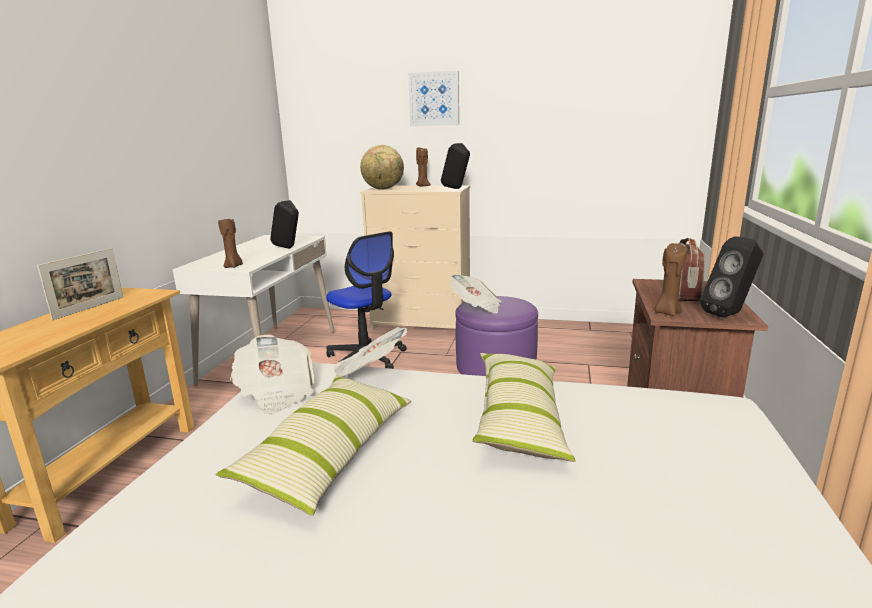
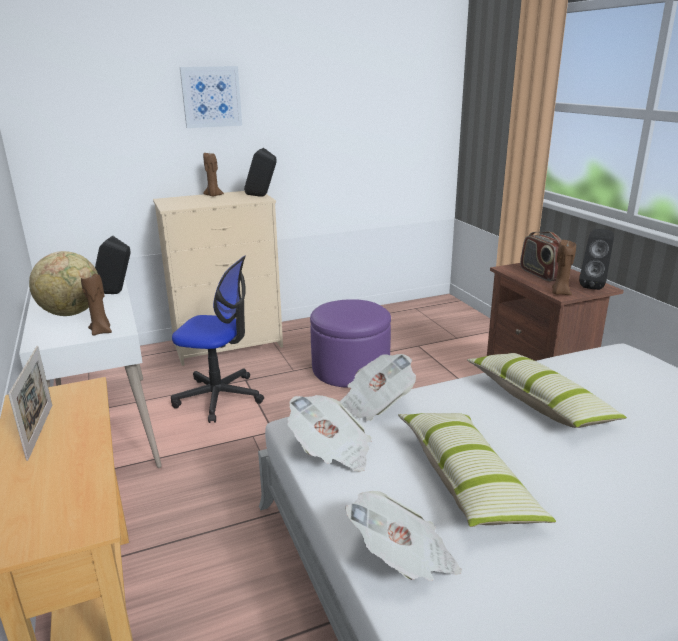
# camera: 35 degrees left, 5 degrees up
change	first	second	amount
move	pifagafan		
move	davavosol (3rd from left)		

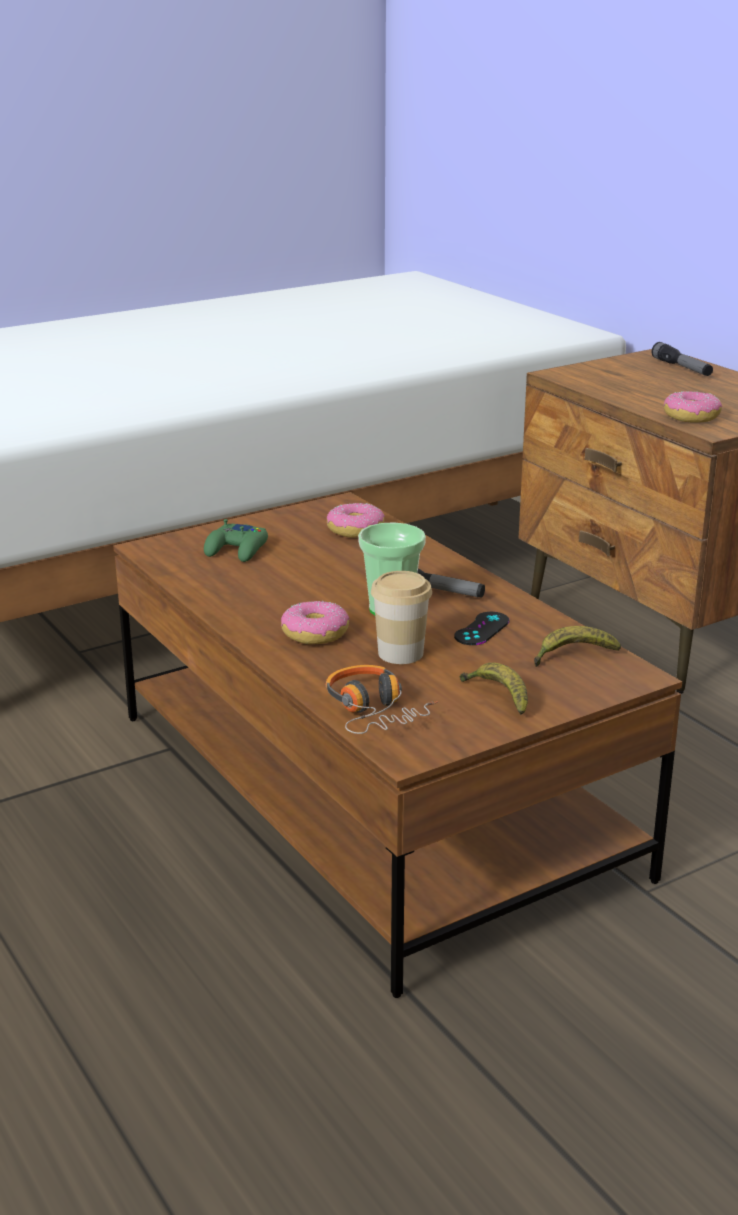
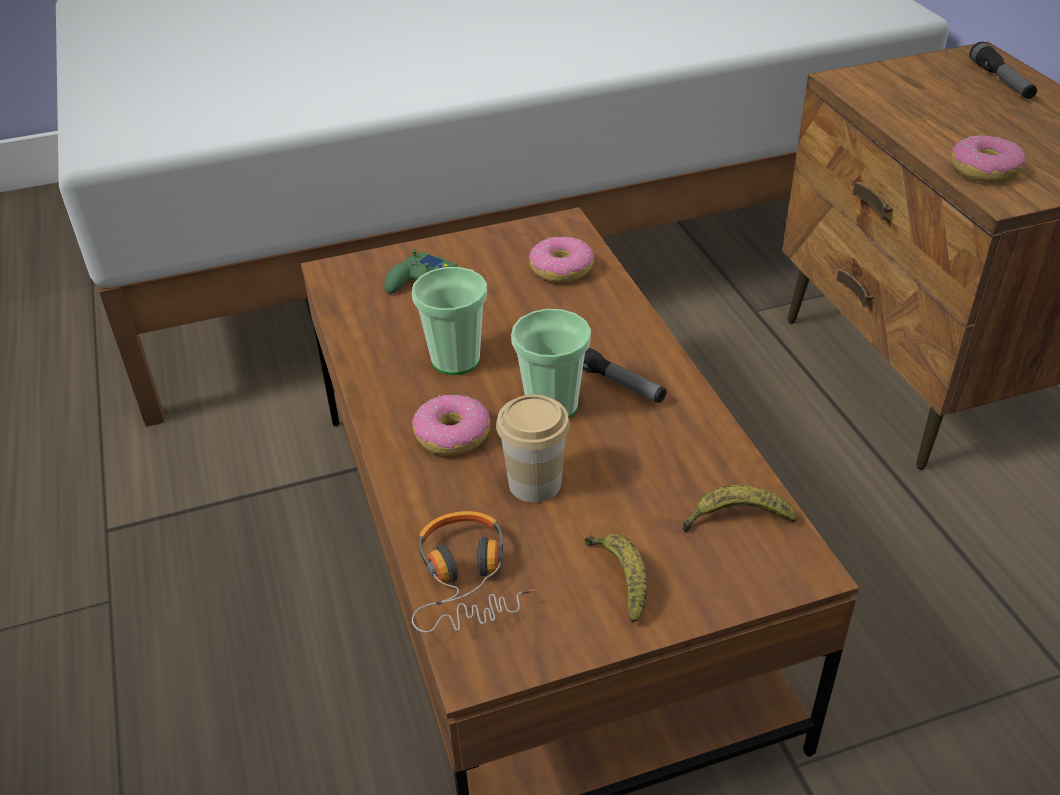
# camera: 15 degrees right, 15 degrees up
change	first	second	amount
insert		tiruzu (1st from left)	
delete	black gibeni		

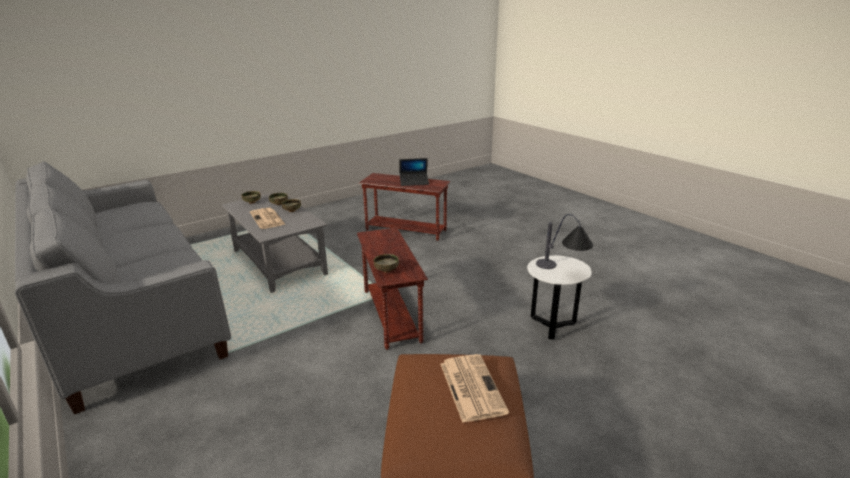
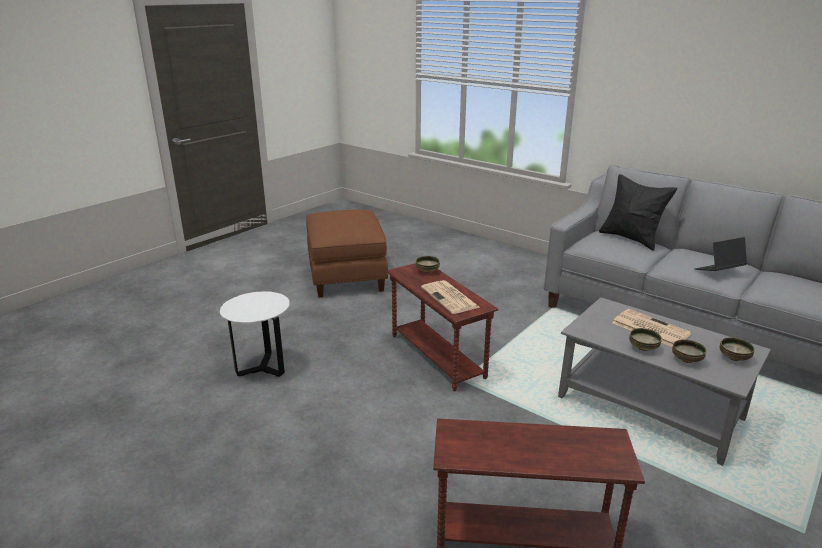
# camera: 165 degrees right, 0 degrees up
change	first	second	amount
move	davavosol (2nd from left in the first image)	davavosol (1st from left)	
insert		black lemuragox	
move	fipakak		
delete	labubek		

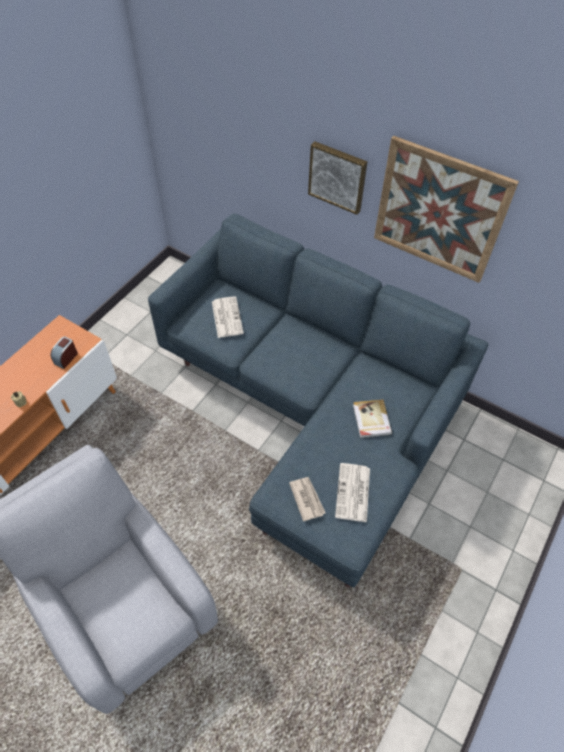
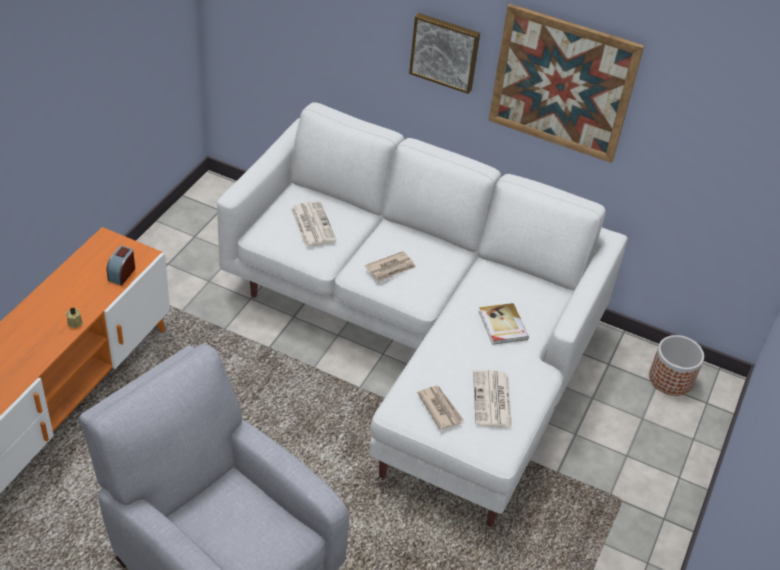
# camera: 10 degrees left, 10 degrees down
change	first	second	amount
recolor	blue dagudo	white dagudo	
insert		davavosol (2nd from left)	
insert		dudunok	

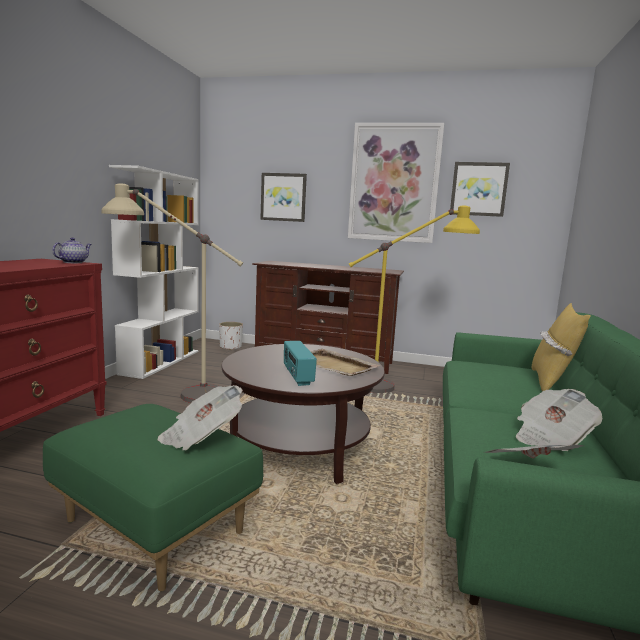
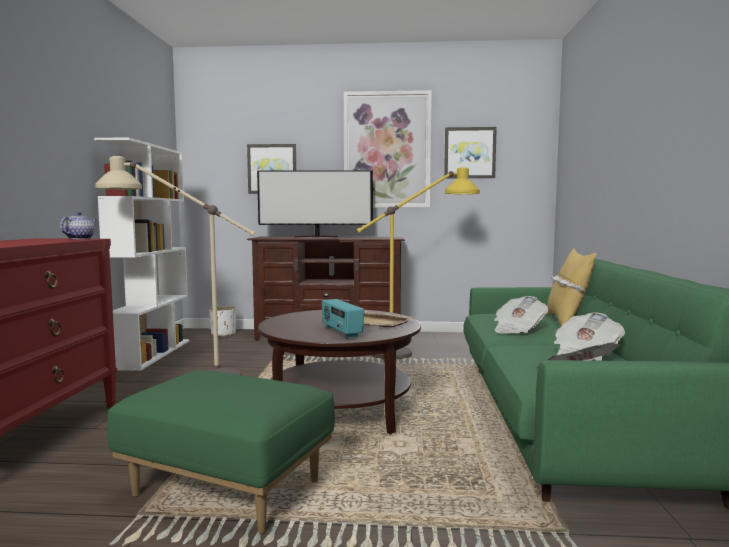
# camera: 10 degrees left, 5 degrees down
change	first	second	amount
insert		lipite	
move	davavosol (1st from left)		

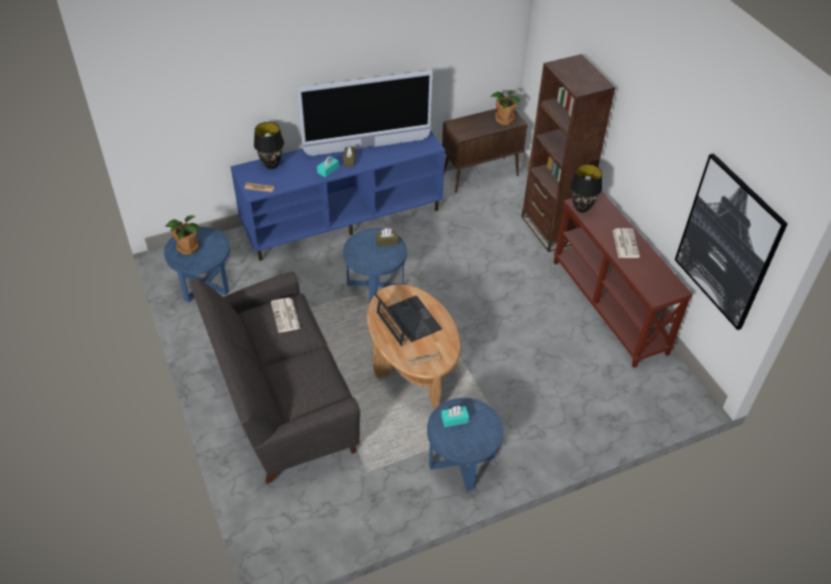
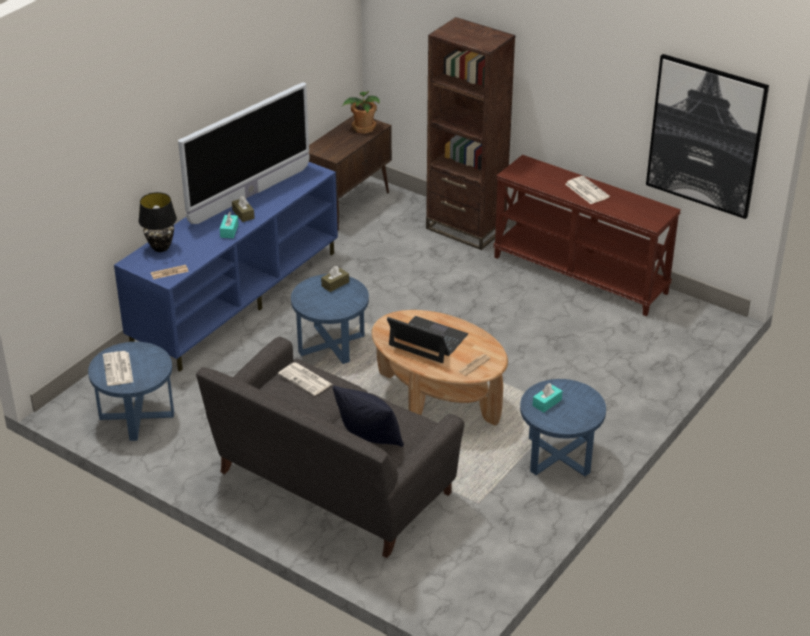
# camera: 30 degrees left, 10 degrees down
change	first	second	amount
replace	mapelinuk (1st from left)	davavosol (1st from left)	
insert		black lemuragox	
delete	black labubek (2nd from left)		

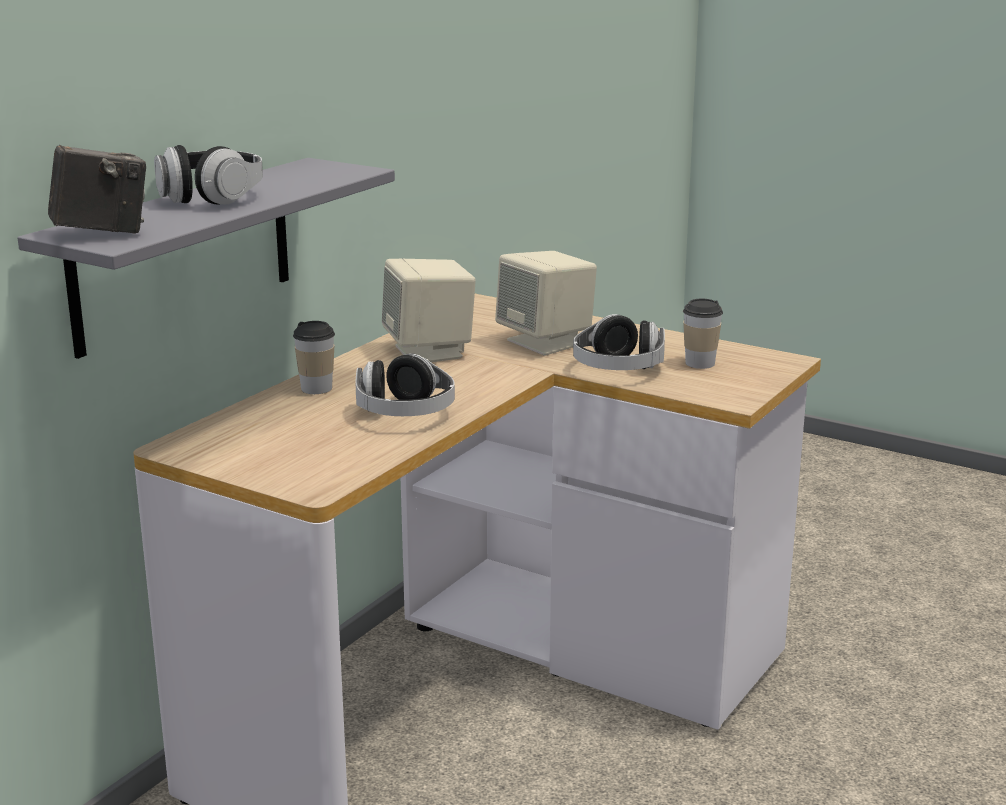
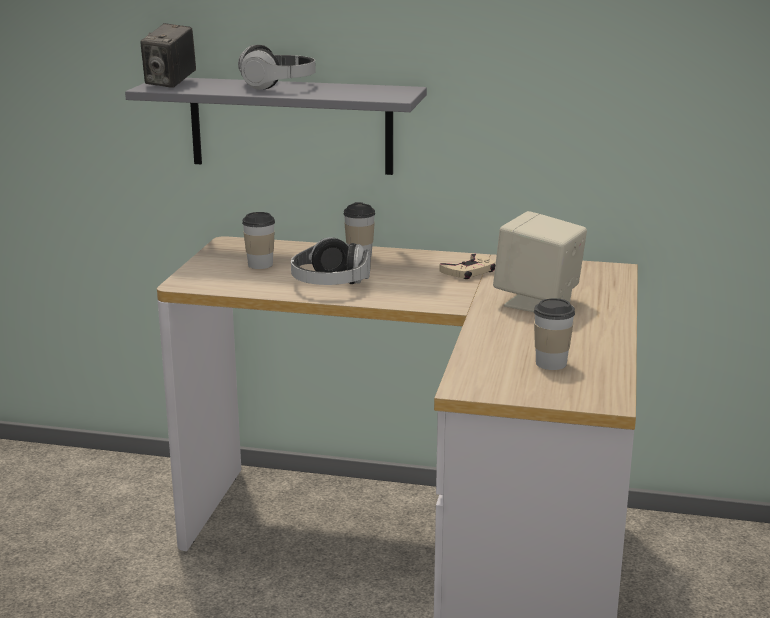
# camera: 70 degrees right, 0 degrees up
change	first	second	amount
rotate	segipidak		60 degrees clockwise
insert		tiruzu (1st from left)	
replace	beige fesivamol (1st from left)	beige gibeni	
delete	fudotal (3rd from left)		

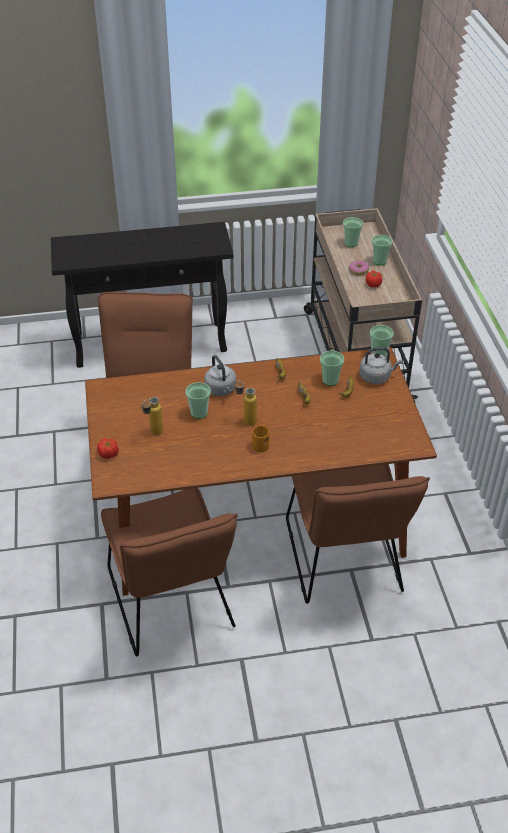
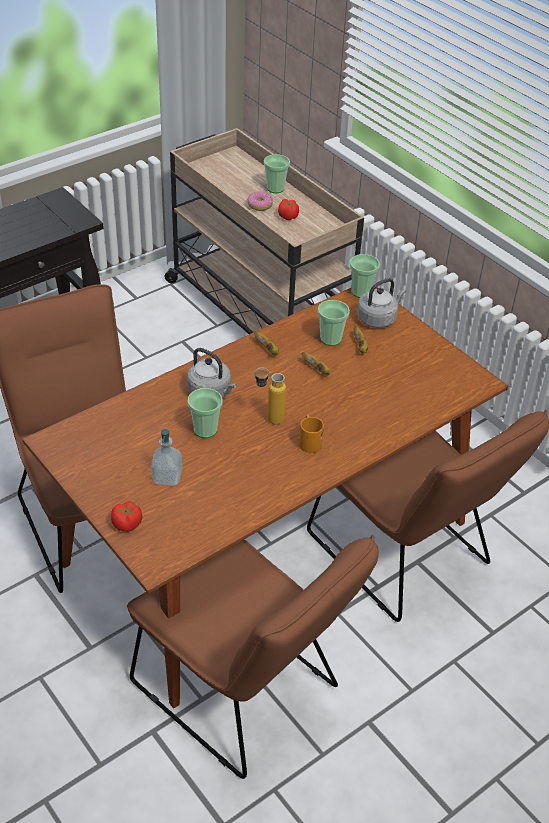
# camera: 30 degrees left, 0 degrees up
change	first	second	amount
replace	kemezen (1st from left)	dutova	
delete	tiruzu (3rd from left)		

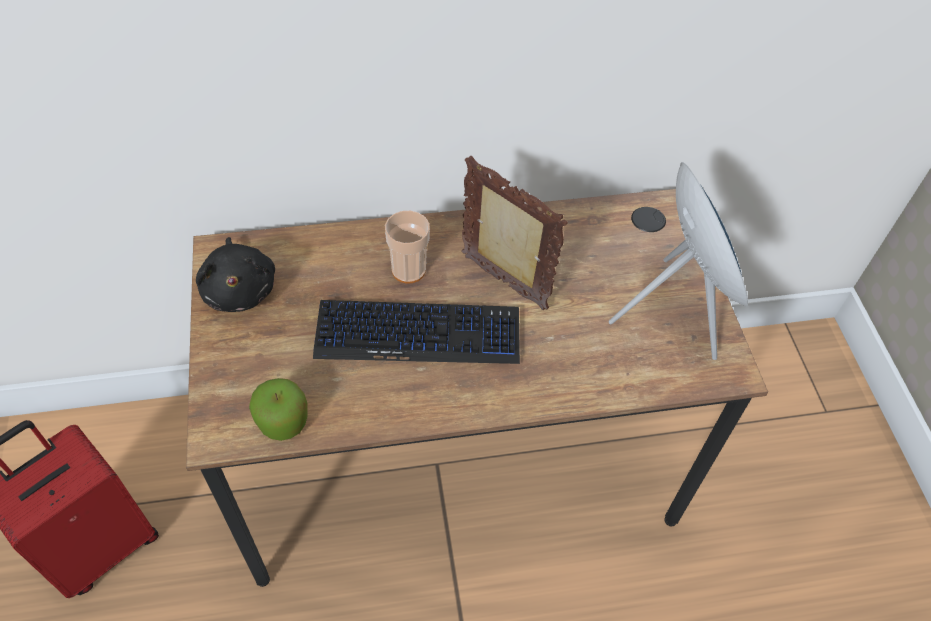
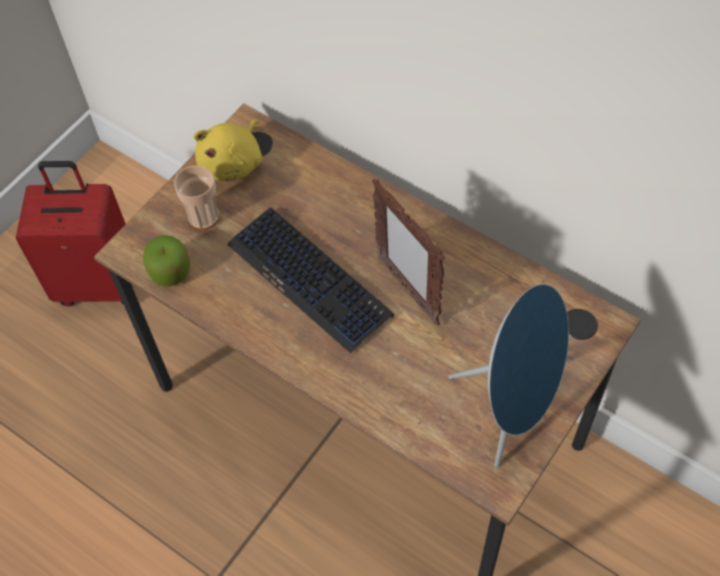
# camera: 50 degrees right, 5 degrees up
change	first	second	amount
move	tiruzu		
recolor	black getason	yellow getason	
rotate	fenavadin		150 degrees clockwise

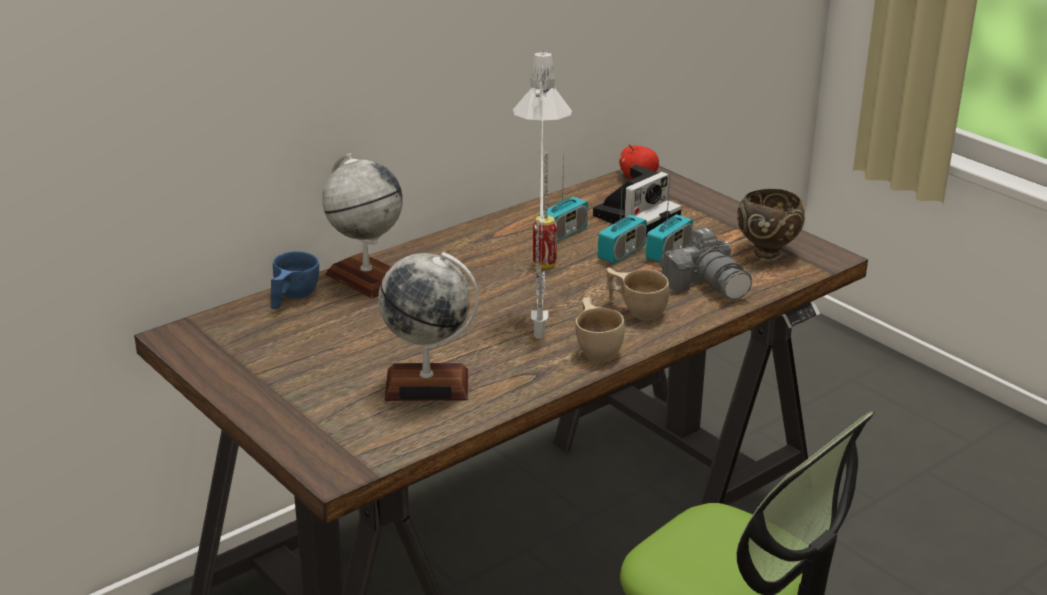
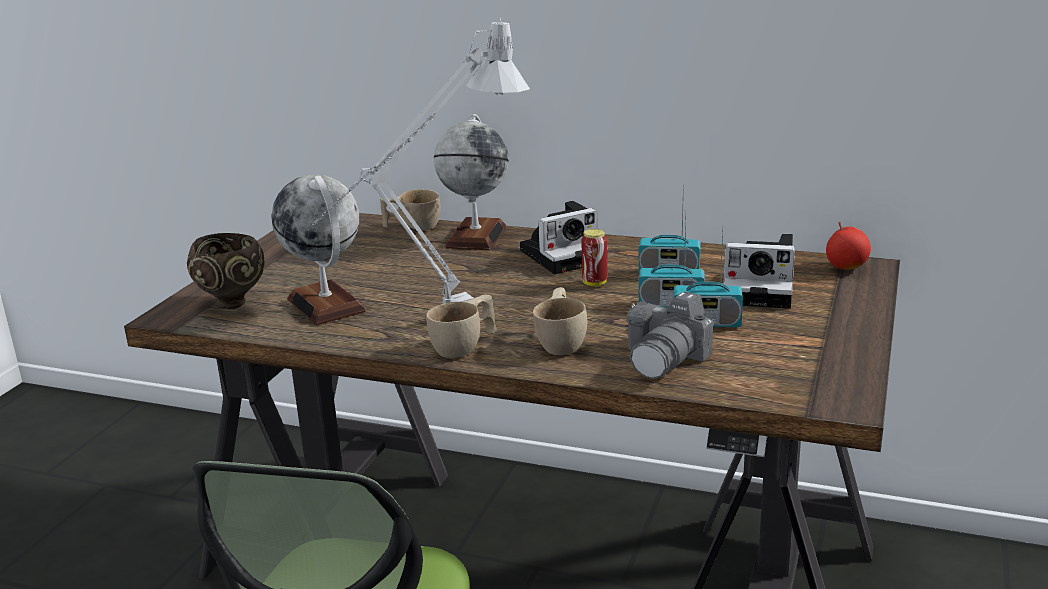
# camera: 60 degrees right, 5 degrees down
change	first	second	amount
move	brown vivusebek		
recolor	blue tiruzu	beige tiruzu (1st from left)	
insert		segipidak (1st from left)	

